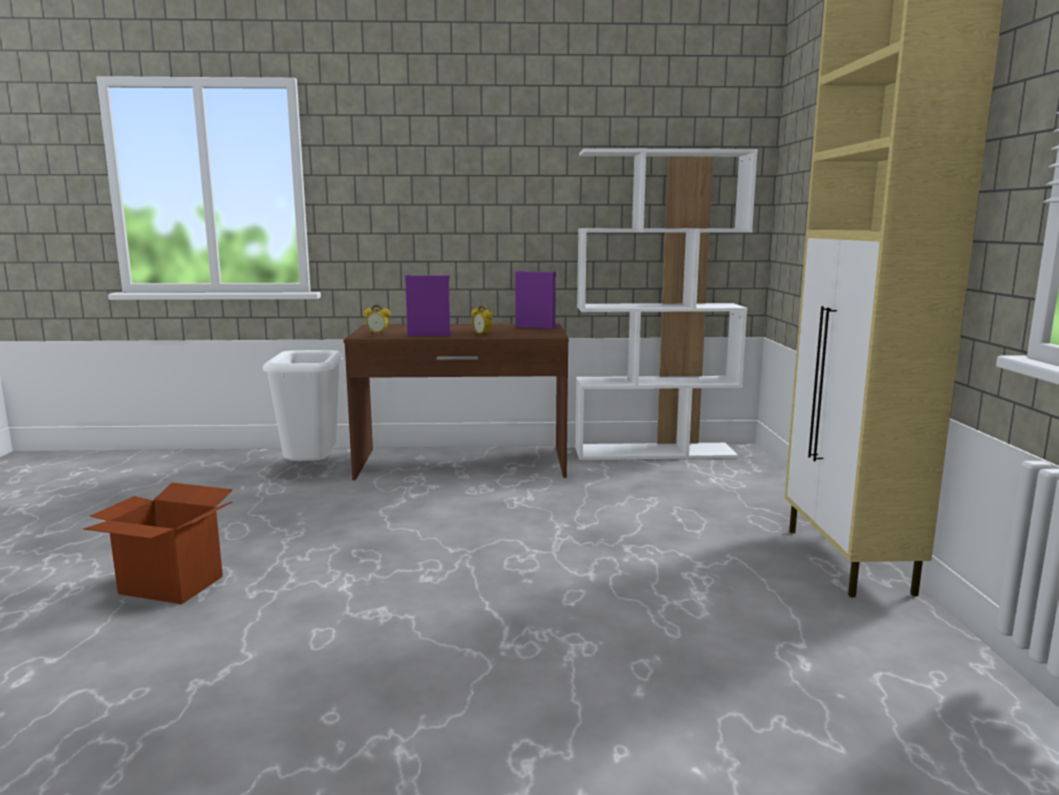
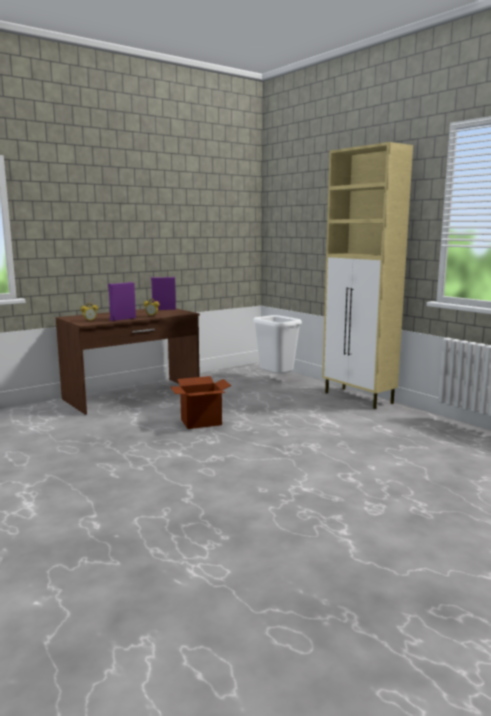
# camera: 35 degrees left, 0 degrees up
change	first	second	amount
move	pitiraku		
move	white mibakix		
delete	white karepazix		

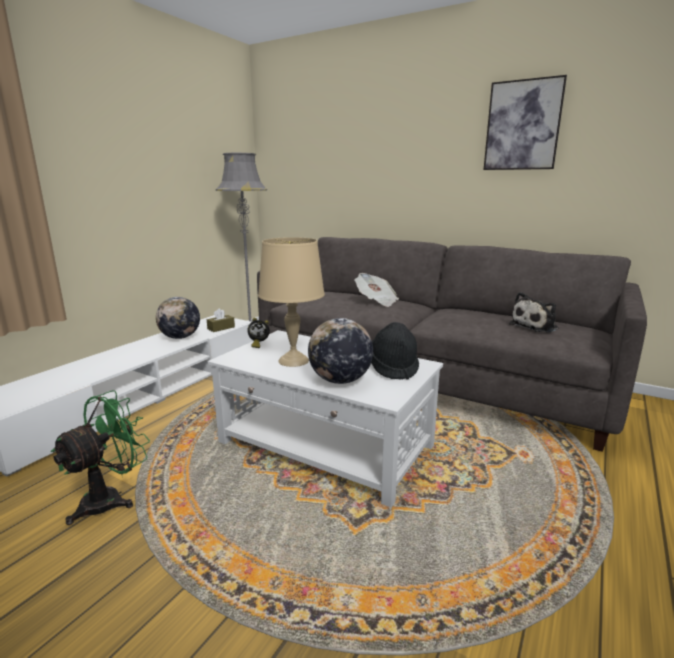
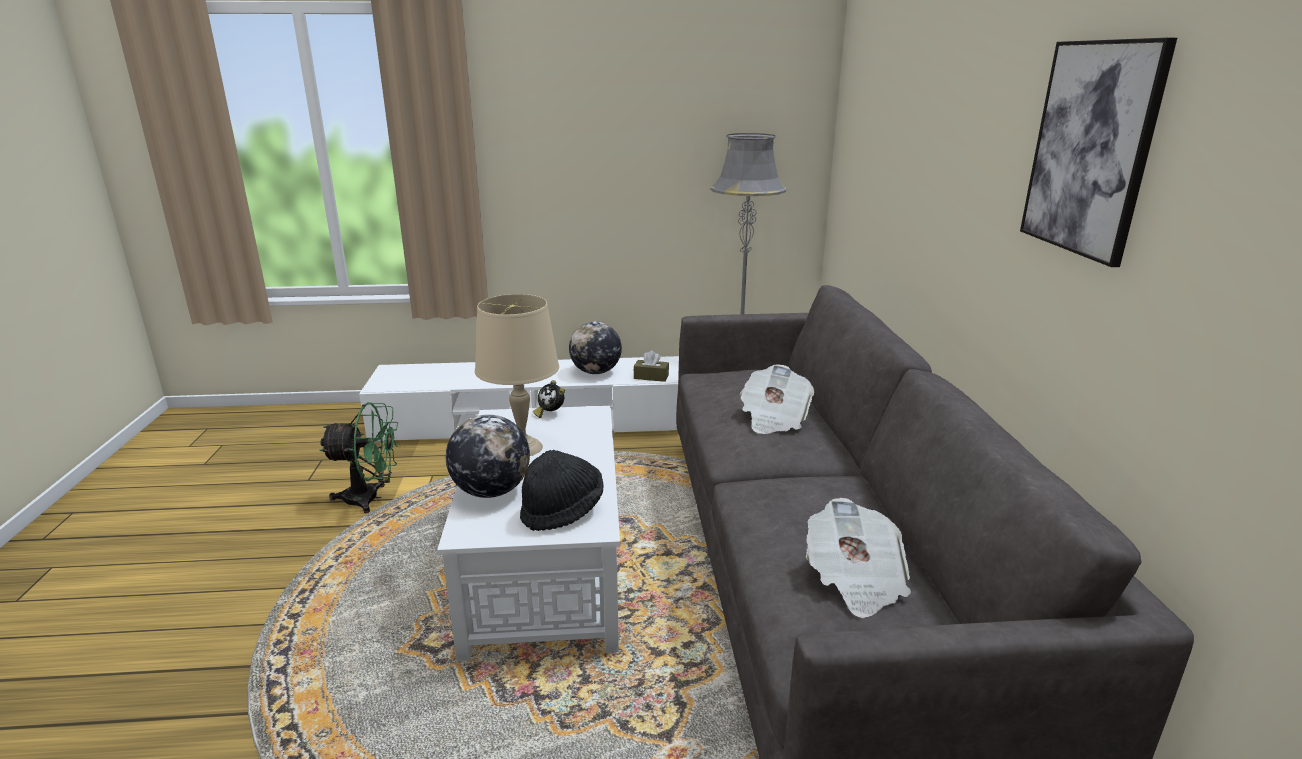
# camera: 55 degrees right, 5 degrees up
change	first	second	amount
replace	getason	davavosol (2nd from left)	

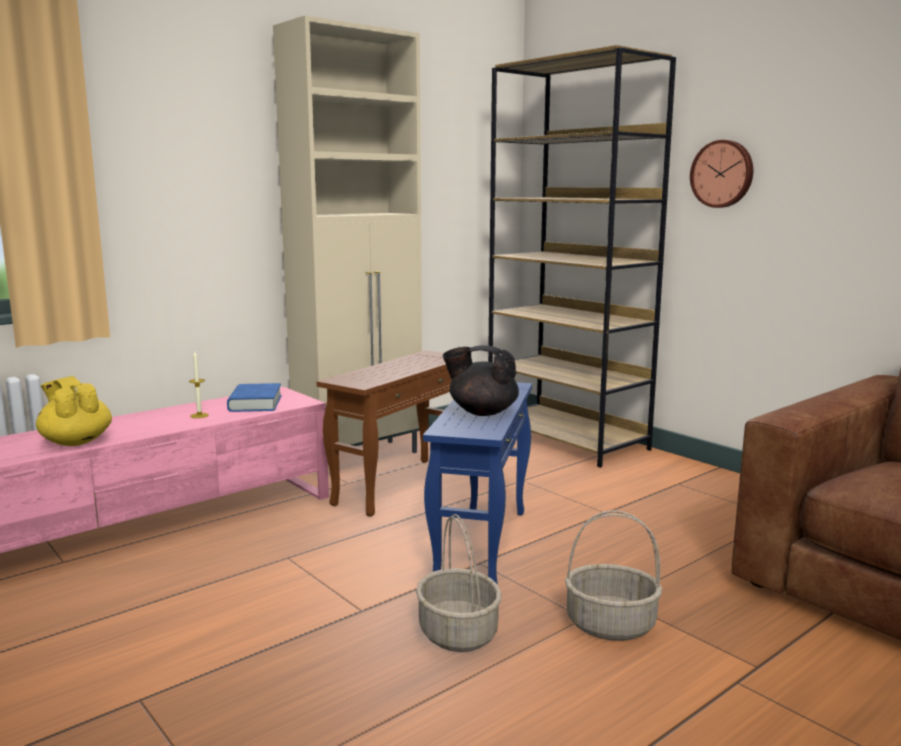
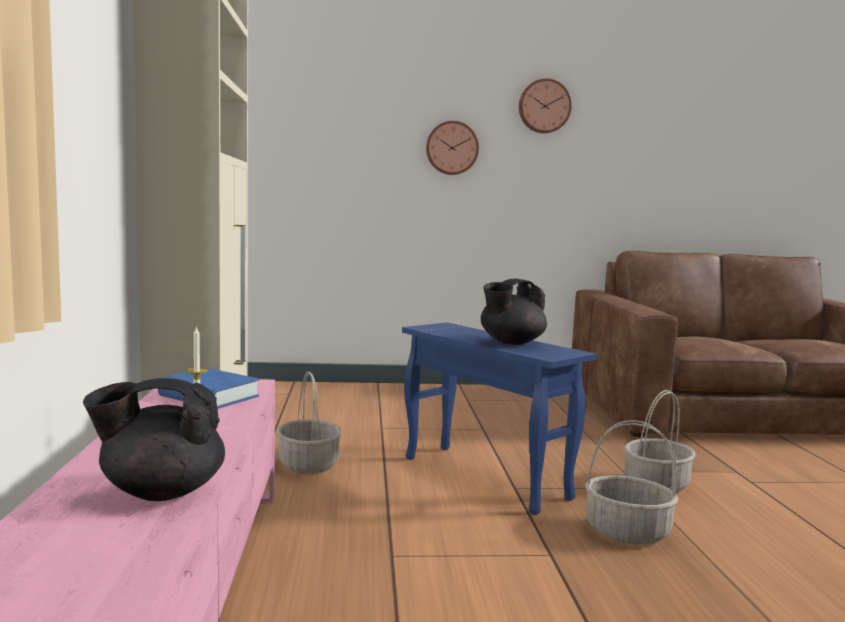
# camera: 55 degrees left, 5 degrees down
change	first	second	amount
recolor	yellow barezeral	black barezeral (1st from left)	
replace	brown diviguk	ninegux (1st from left)	
insert		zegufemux (2nd from left)	
delete	brown karepazix		

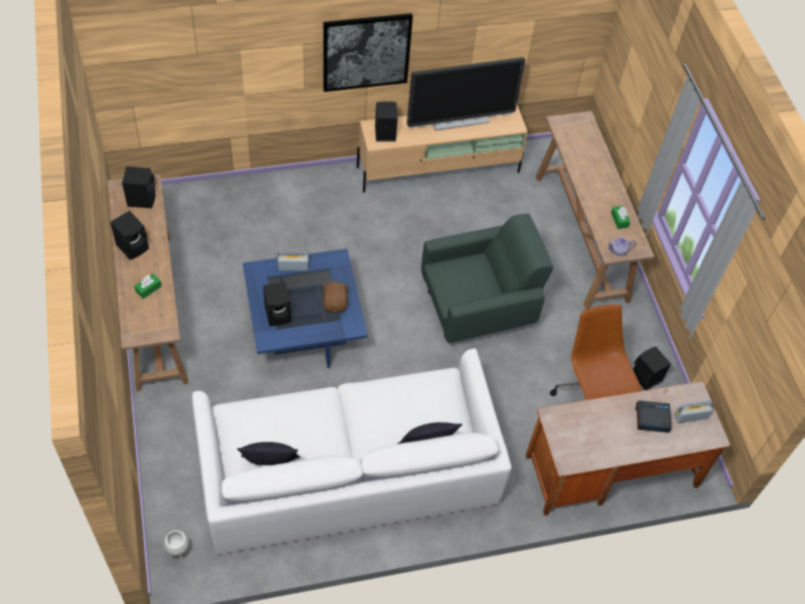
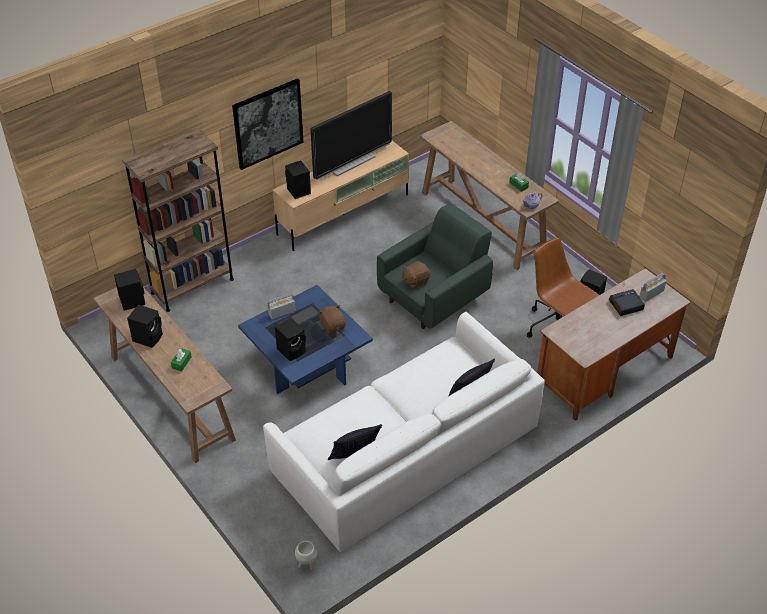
# camera: 20 degrees left, 10 degrees down
change	first	second	amount
insert		brown karepazix	
insert		brown getason (2nd from left)	

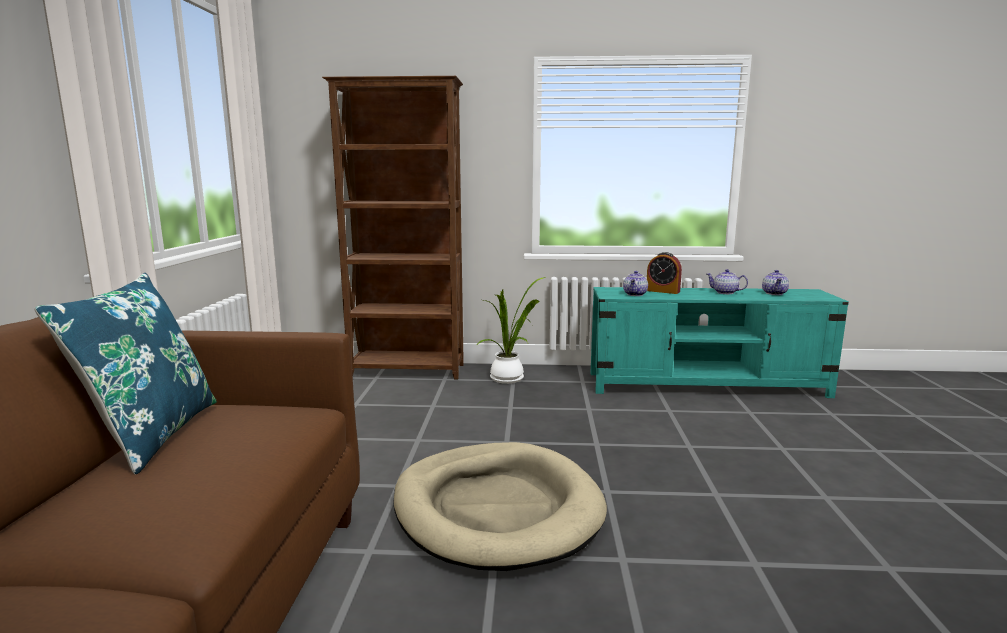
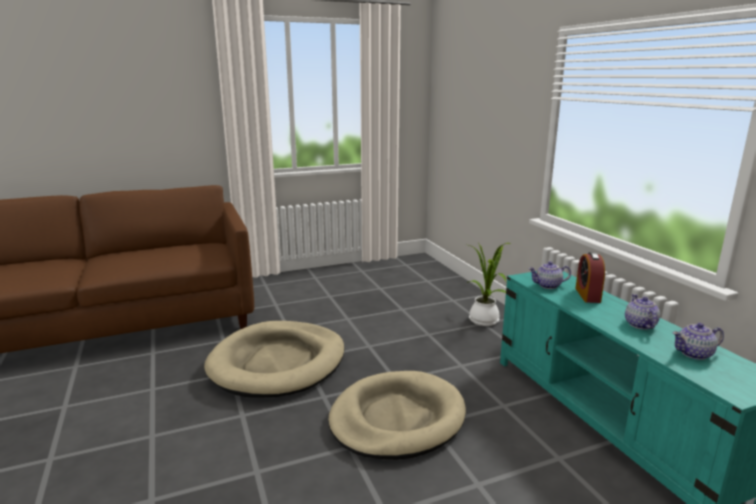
# camera: 65 degrees right, 5 degrees up
change	first	second	amount
insert		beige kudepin (2nd from left)	
delete	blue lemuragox		
delete	brown karepazix		

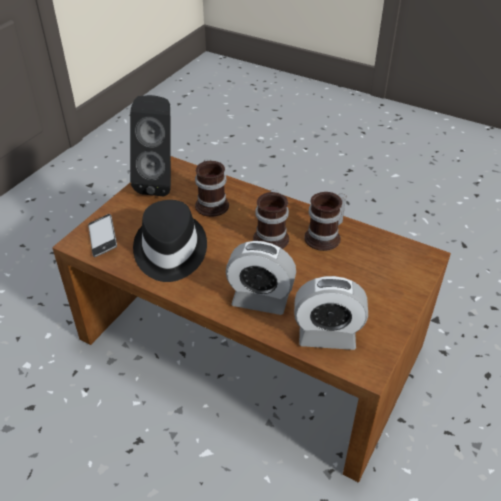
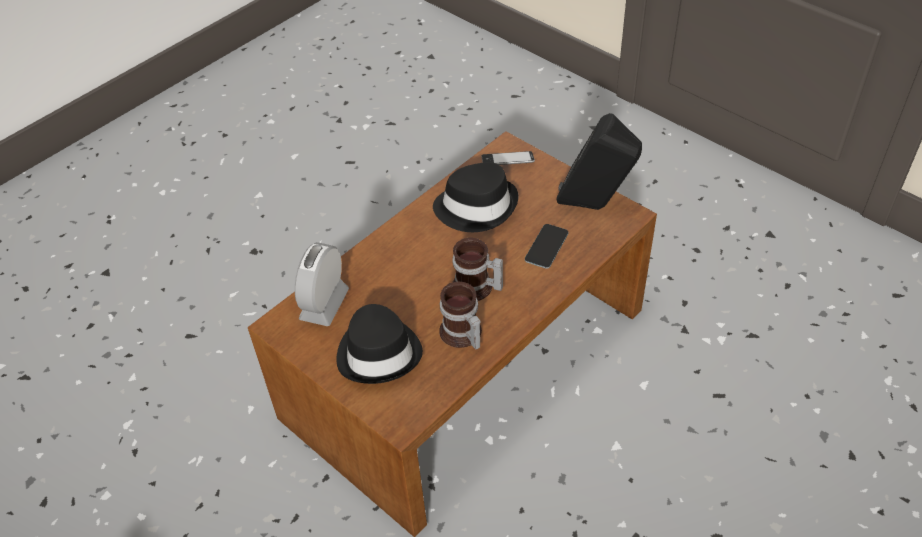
# camera: 105 degrees right, 5 degrees up
change	first	second	amount
insert		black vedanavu (1st from left)	
replace	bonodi (1st from left)	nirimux (2nd from left)	
delete	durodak (1st from left)		

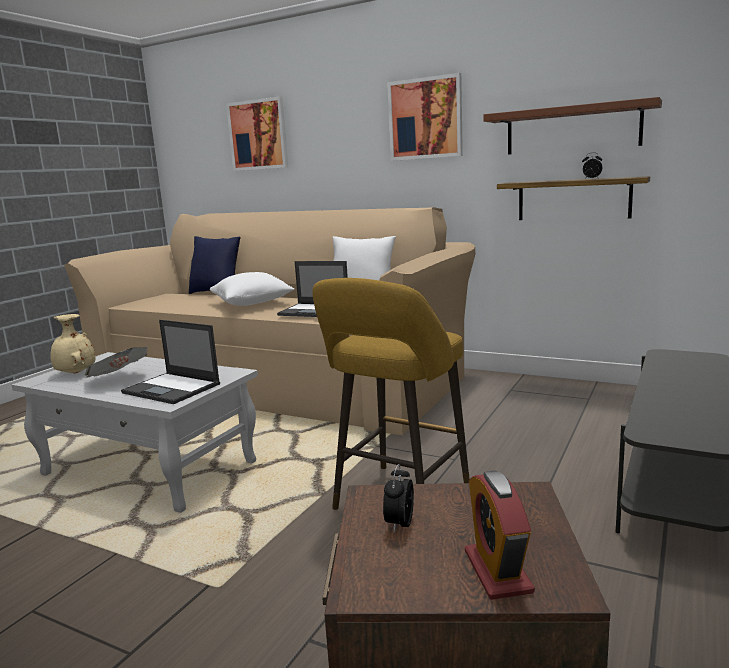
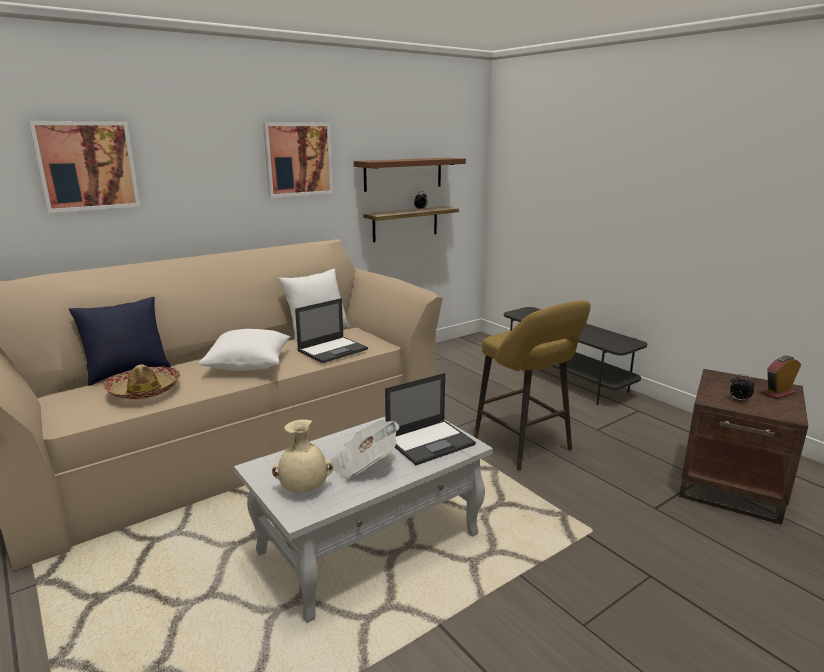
# camera: 65 degrees left, 5 degrees up
change	first	second	amount
insert		vedanavu	
rotate	durodak (2nd from left in the first image)	durodak (3rd from left)	135 degrees clockwise

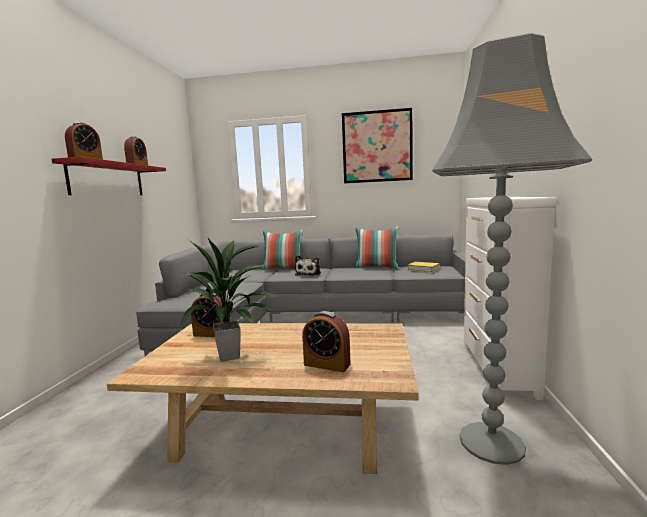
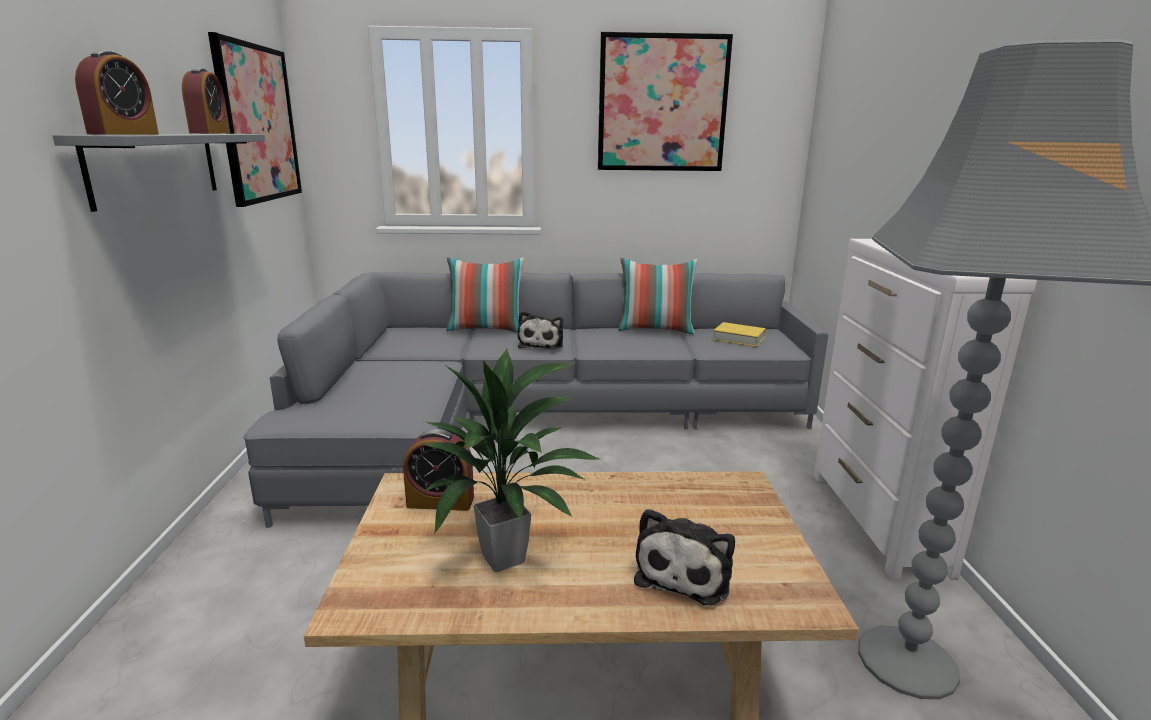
# camera: 10 degrees left, 10 degrees up
change	first	second	amount
recolor	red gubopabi	grey gubopabi	
insert		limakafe (1st from left)	
replace	durodak (4th from left)	getason (2nd from left)	

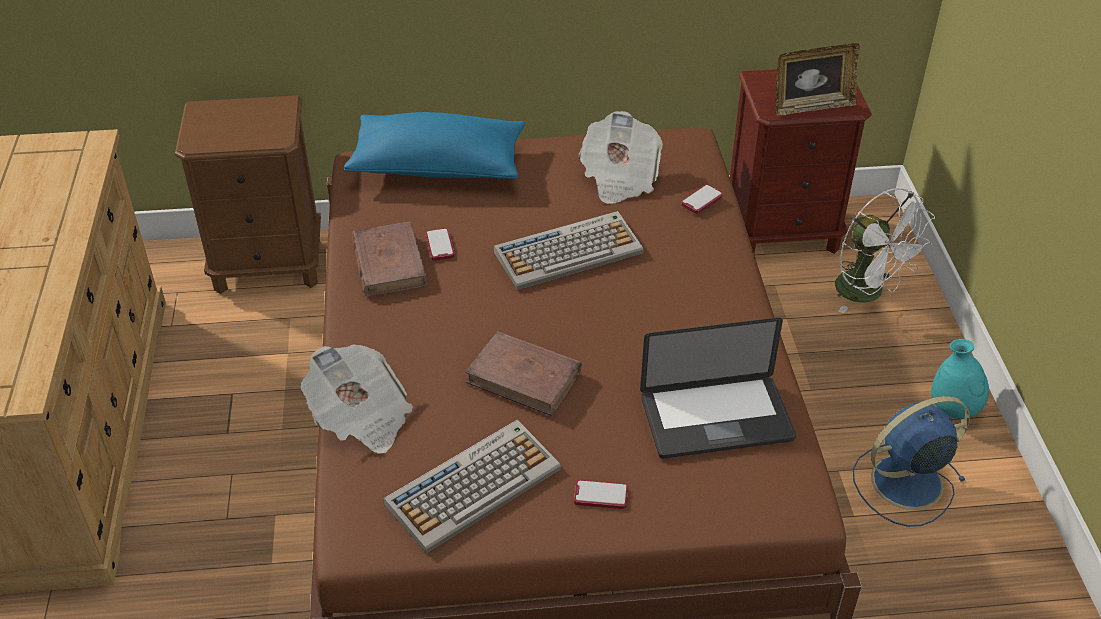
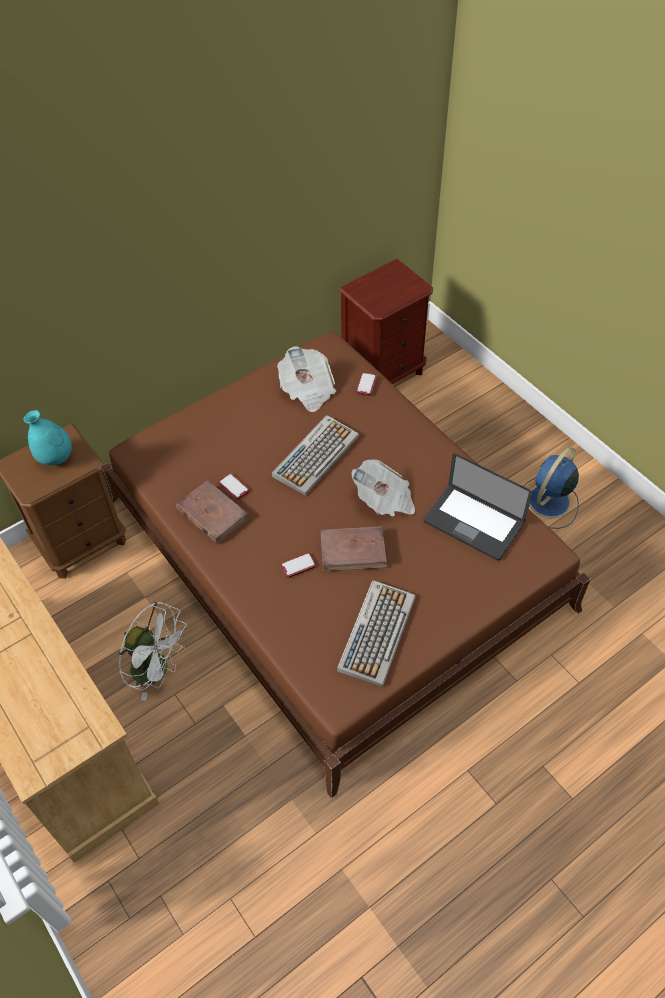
# camera: 30 degrees left, 10 degrees up
change	first	second	amount
move	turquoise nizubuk		
move	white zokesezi		
move	nirimux (2nd from left)		
move	davavosol (1st from left in the first image)	davavosol (2nd from left)	
rotate	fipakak		75 degrees clockwise
delete	blue lemuragox		
delete	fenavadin		

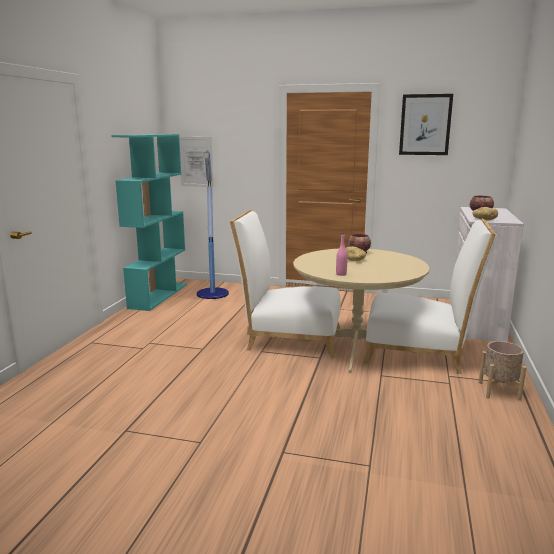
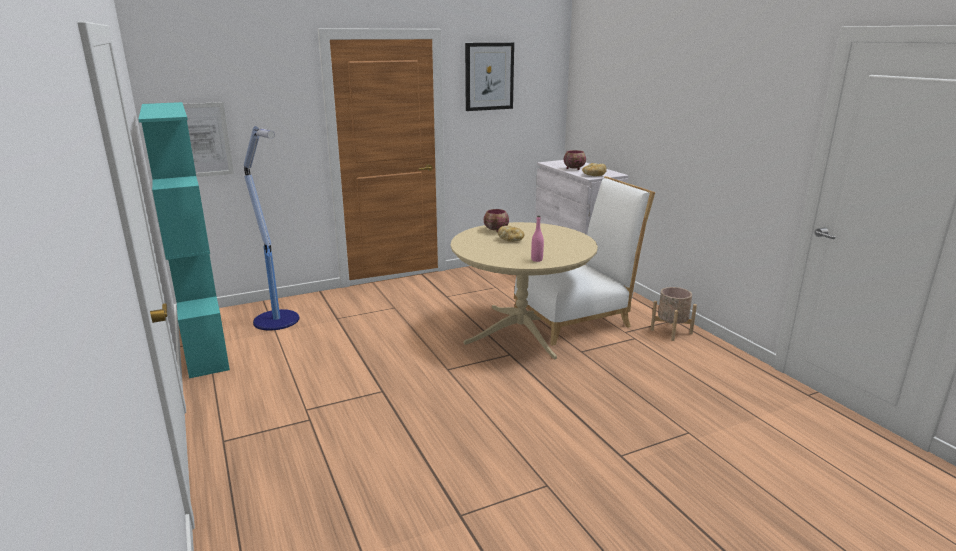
# camera: 40 degrees left, 5 degrees up
change	first	second	amount
delete	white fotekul (1st from left)		

